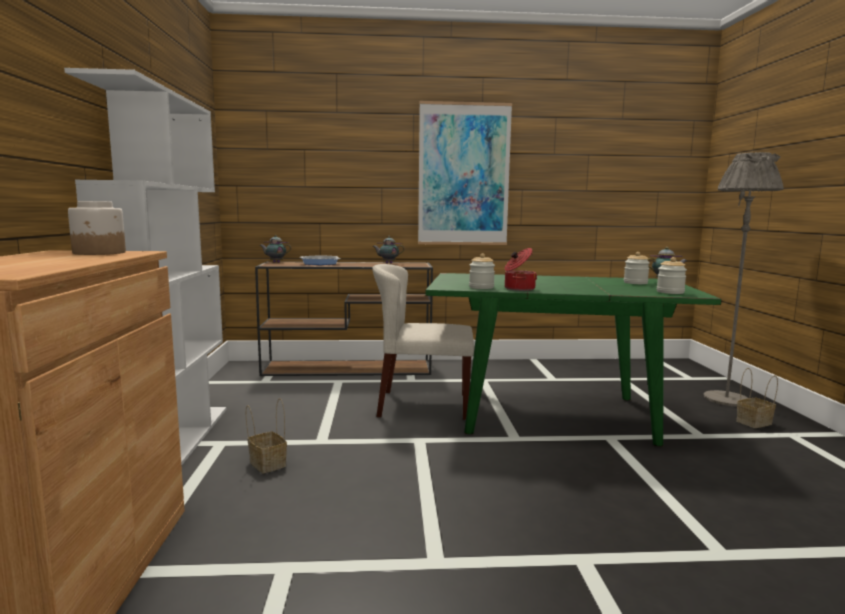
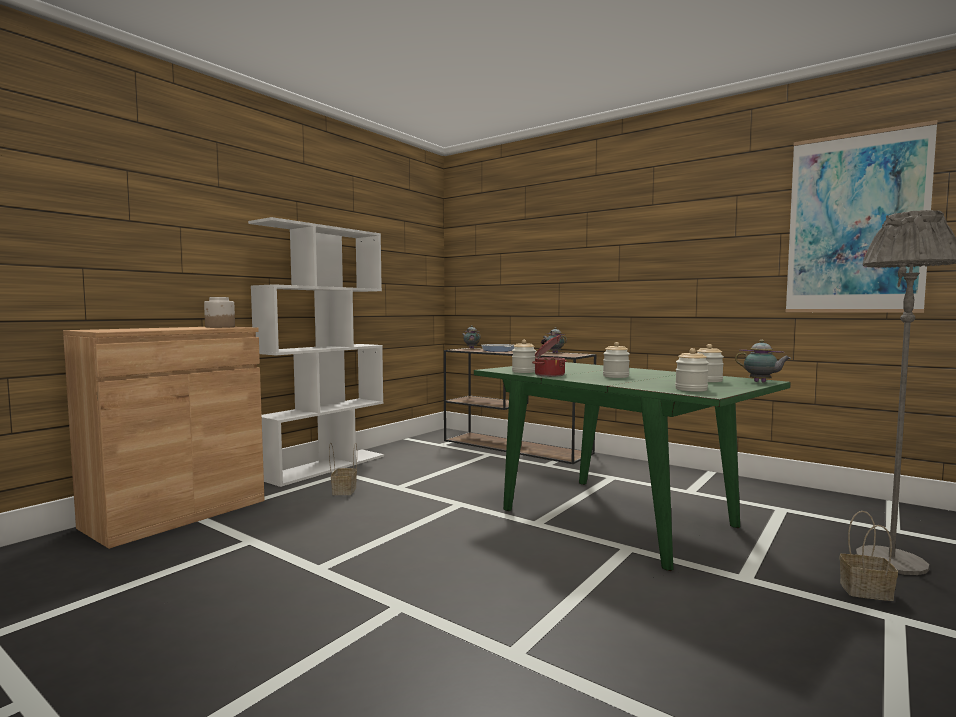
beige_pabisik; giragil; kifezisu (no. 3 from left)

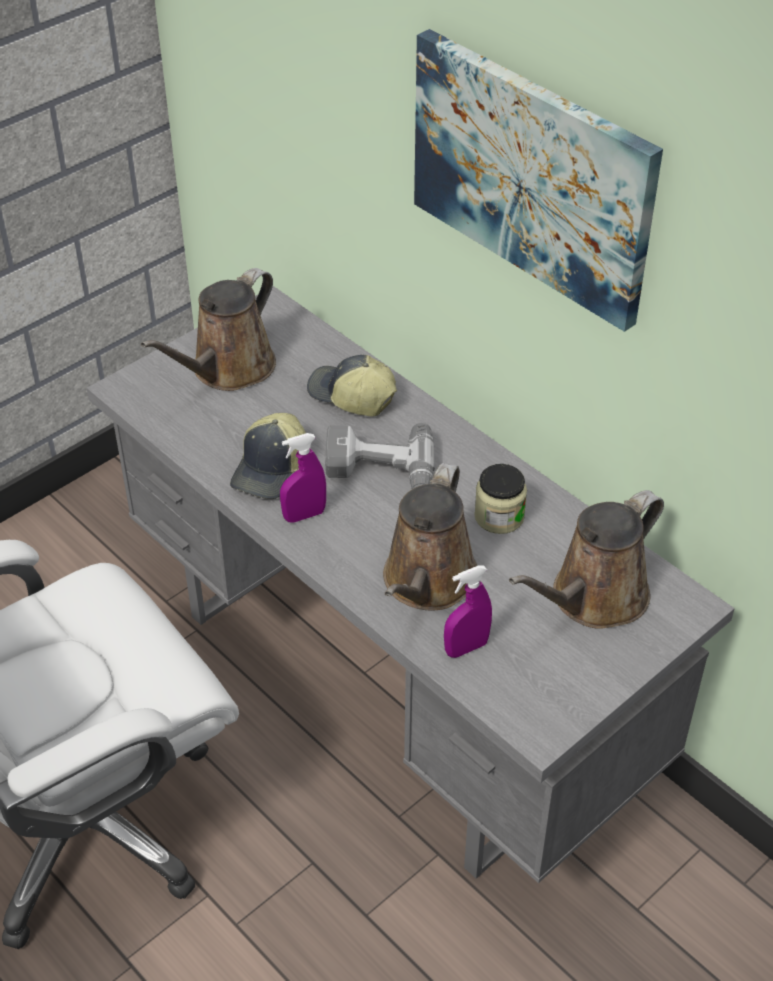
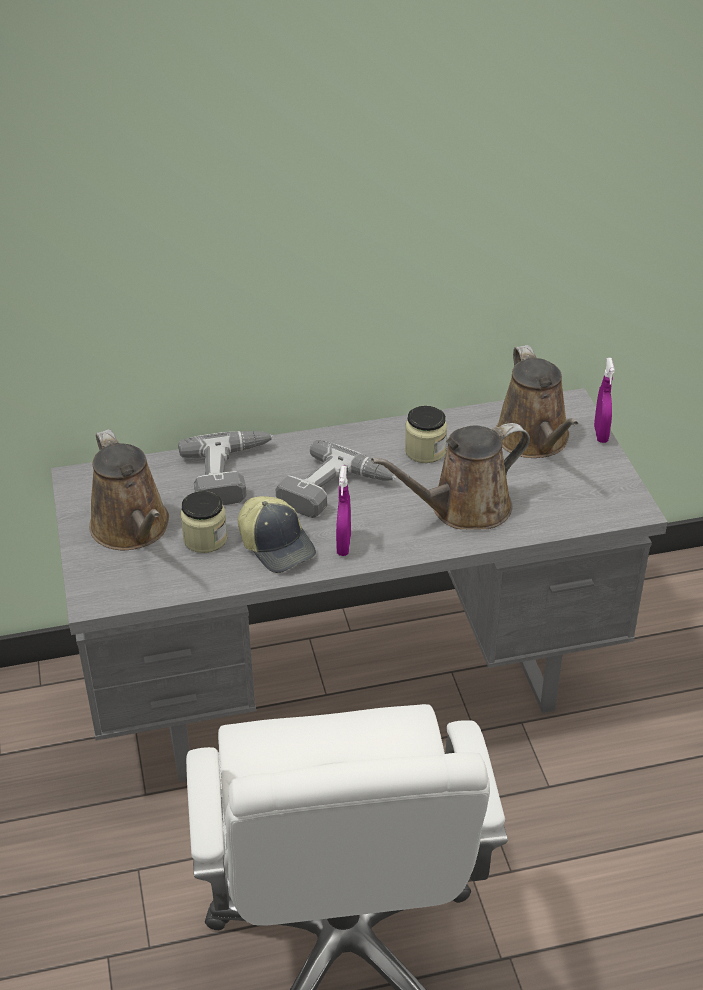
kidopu (no. 1 from left); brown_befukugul (no. 2 from left); giragil; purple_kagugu (no. 2 from left); kifezisu (no. 1 from left)

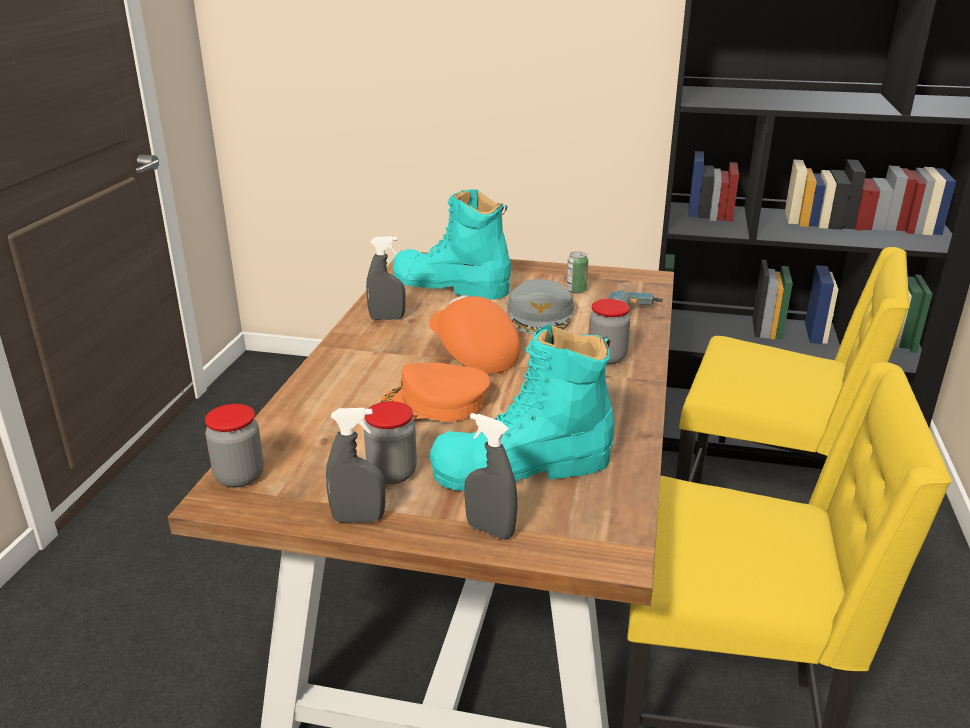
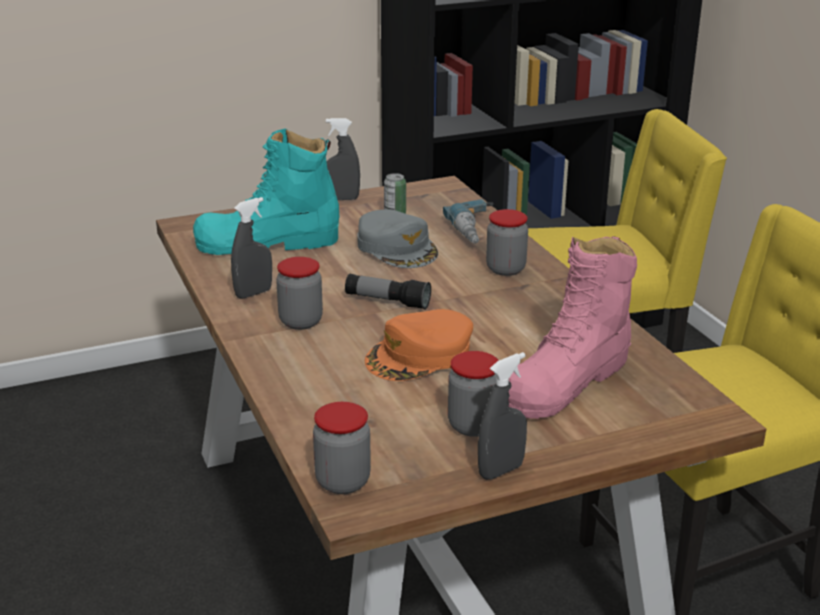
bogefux; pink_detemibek; grey_kagugu (no. 2 from left); kifezisu (no. 1 from left)

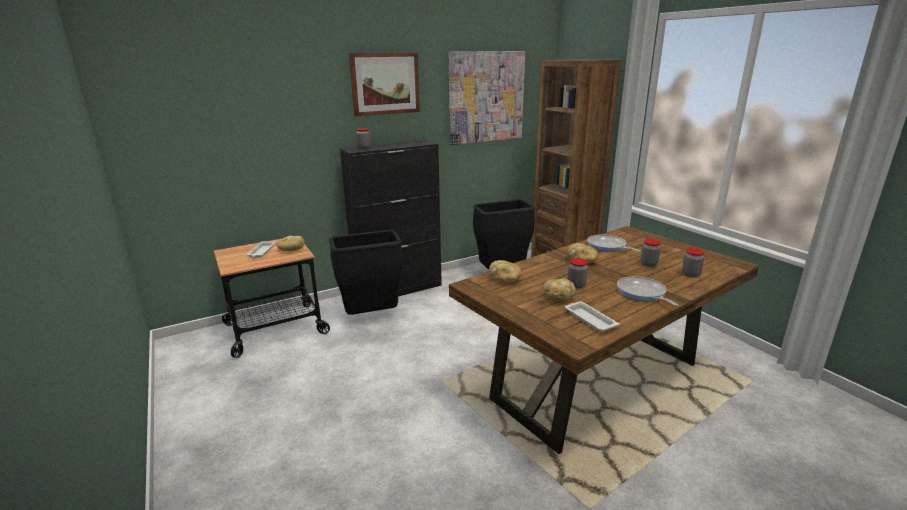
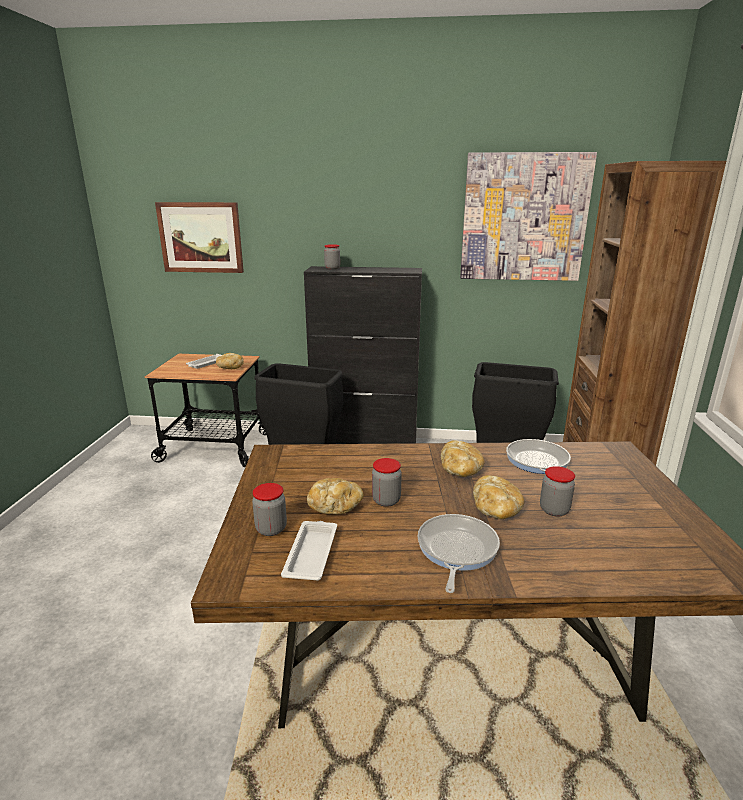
giragil (no. 1 from left); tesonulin (no. 4 from left); kifezisu (no. 1 from left)

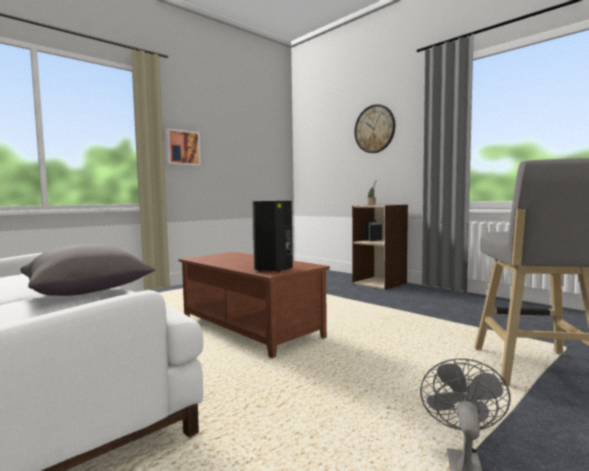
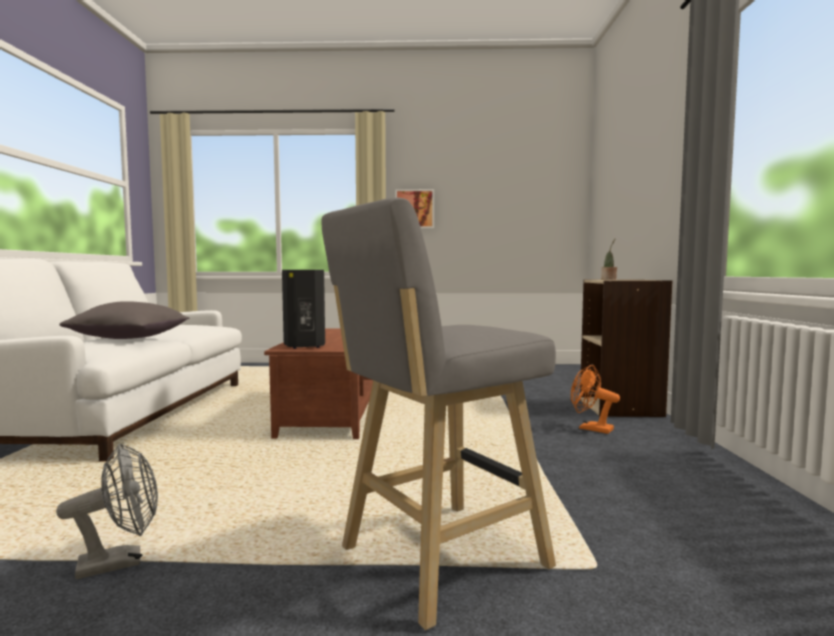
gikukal; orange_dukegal

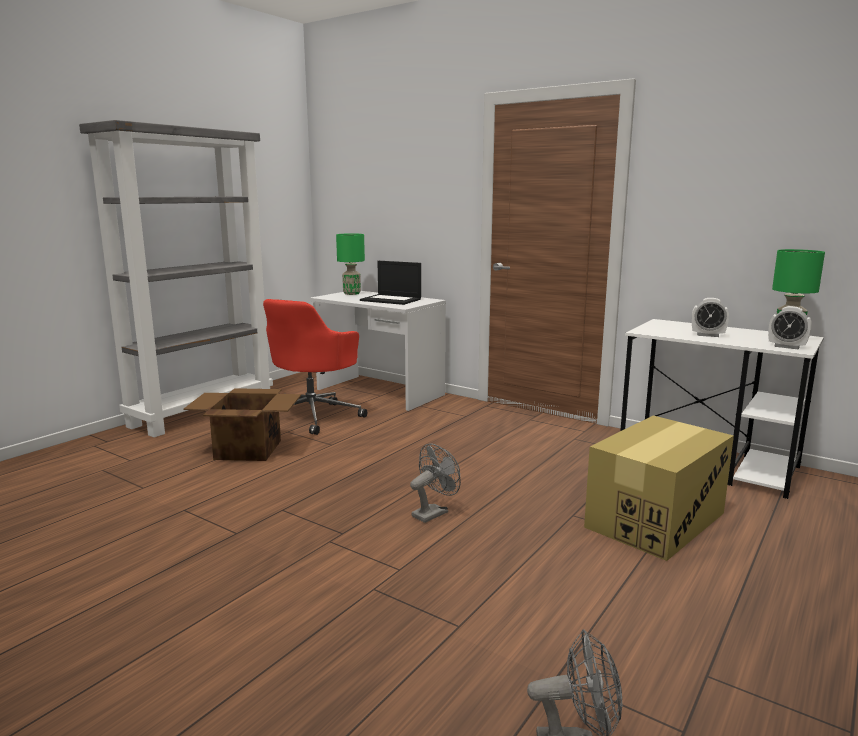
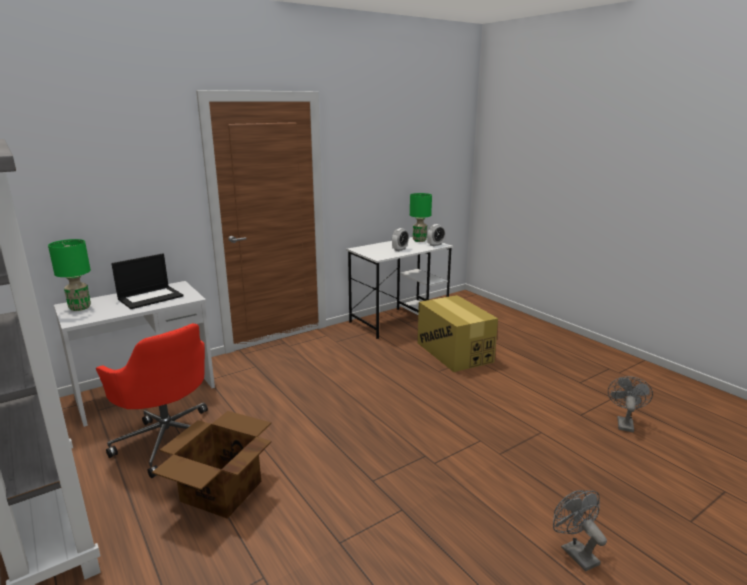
grey_dukegal (no. 1 from left)

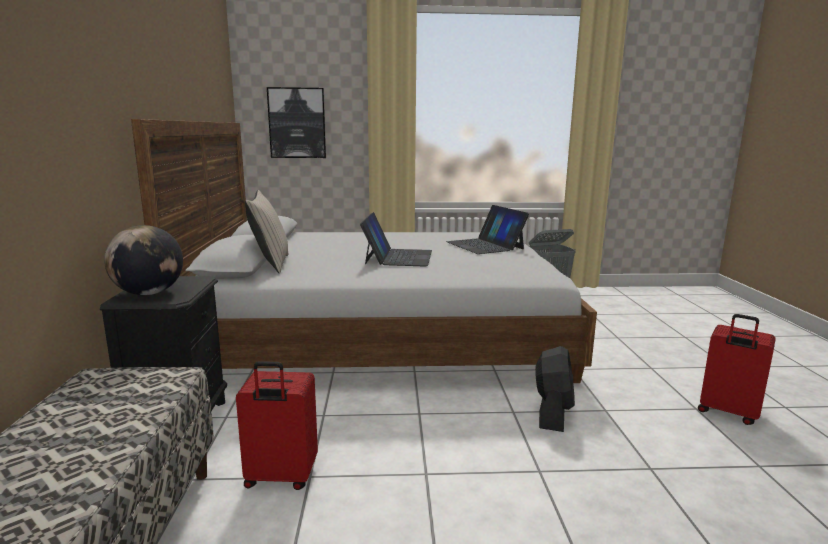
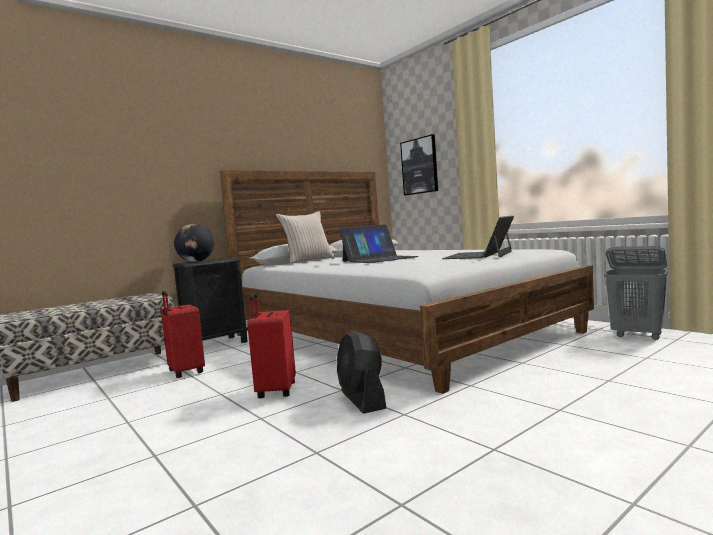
black_dukegal; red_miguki (no. 2 from left)

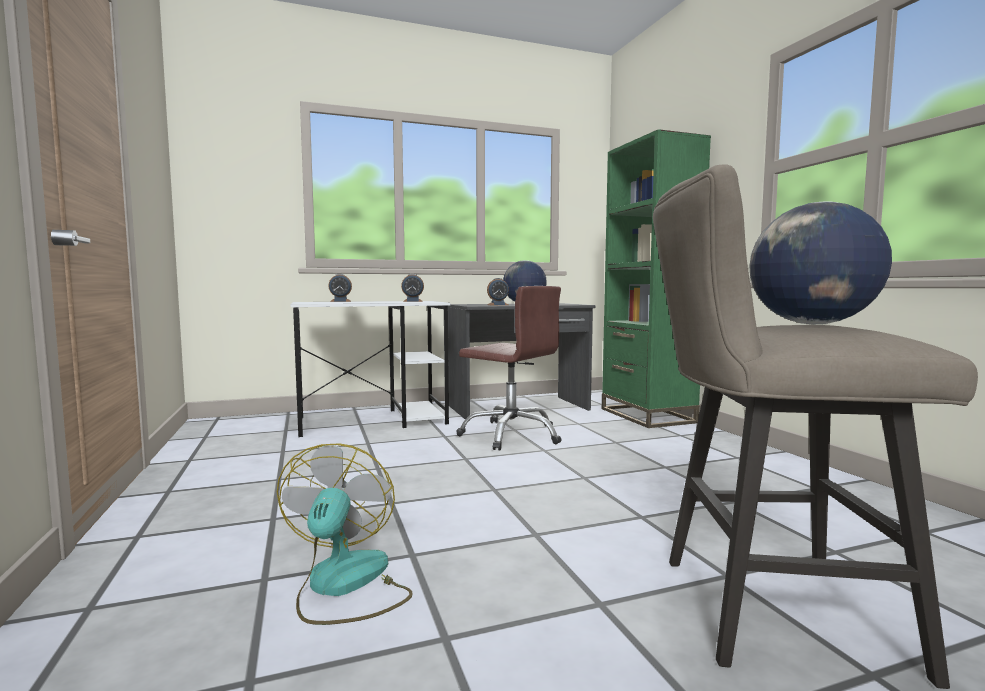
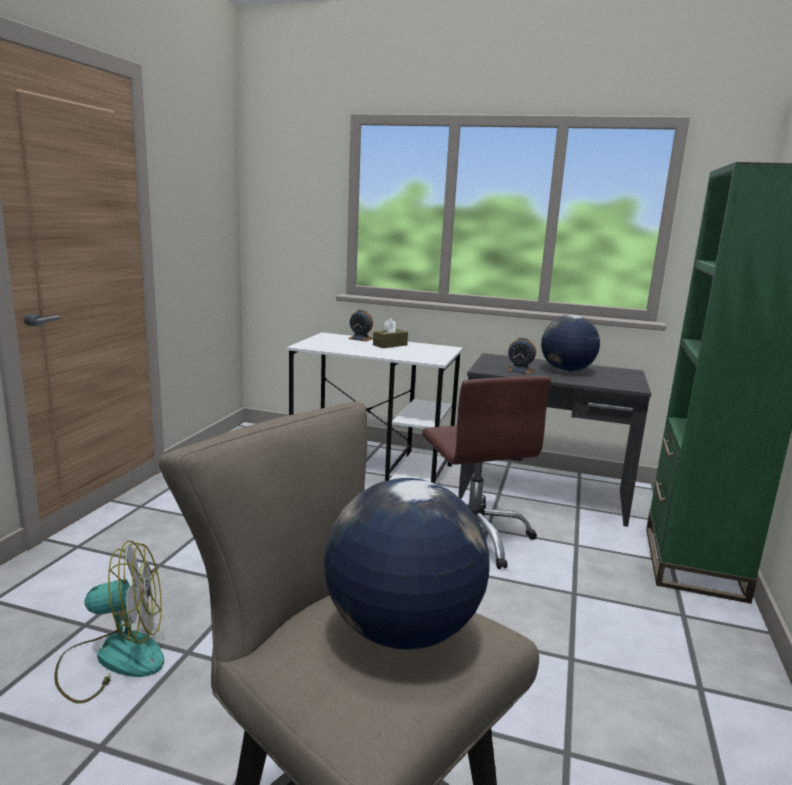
dukegal; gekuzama (no. 2 from left in the first image); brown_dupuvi

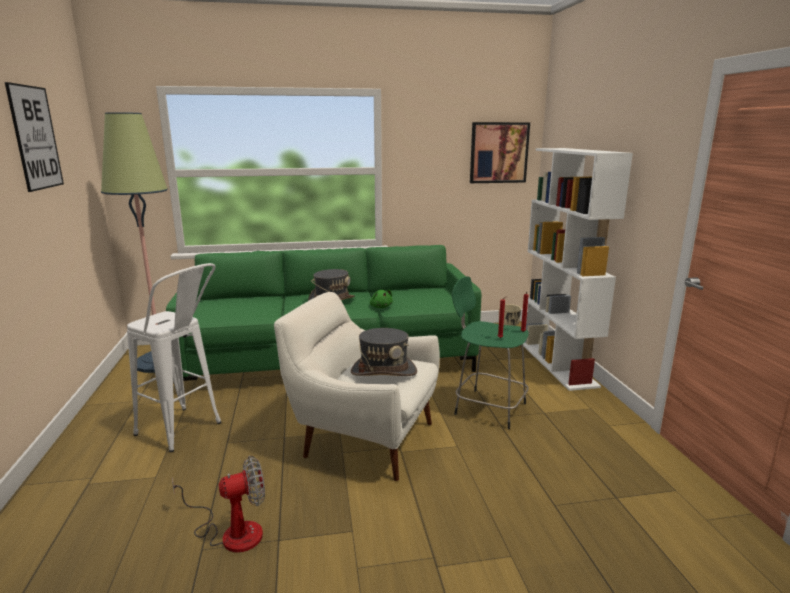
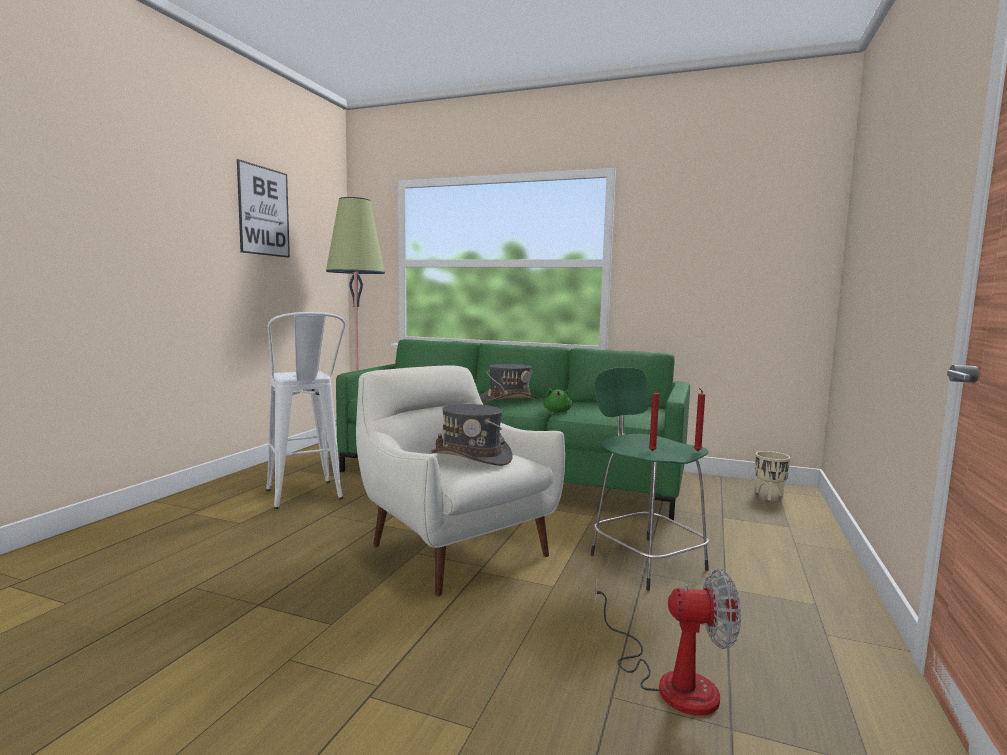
dukegal; giragil (no. 2 from left in the first image); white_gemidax

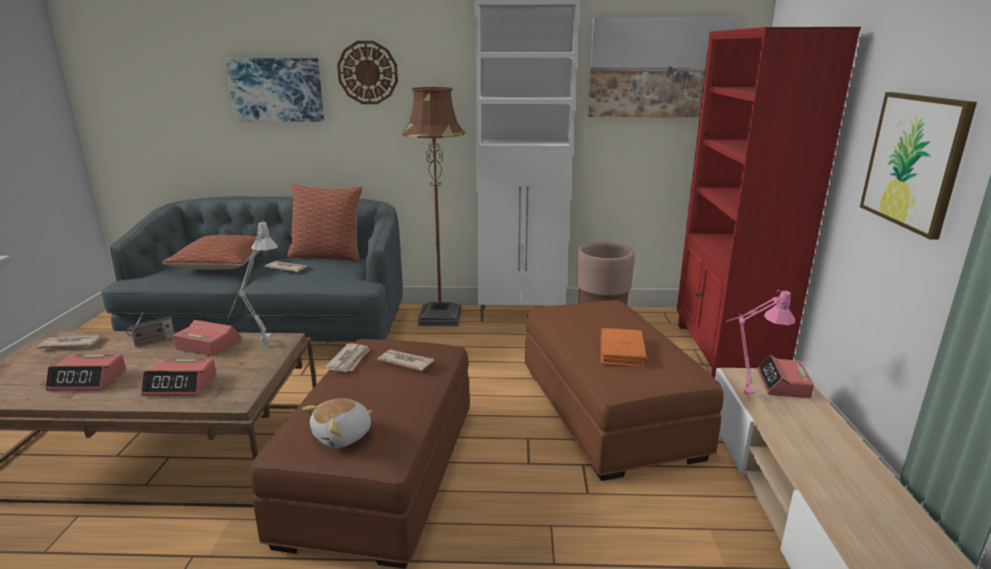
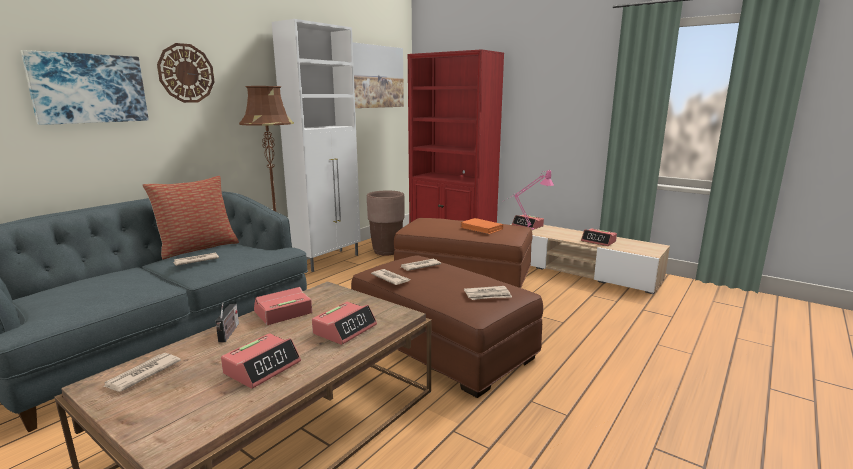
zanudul (no. 1 from left in the first image); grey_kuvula; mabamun (no. 5 from left); giragil (no. 3 from left in the first image); gekuzama (no. 5 from left)

